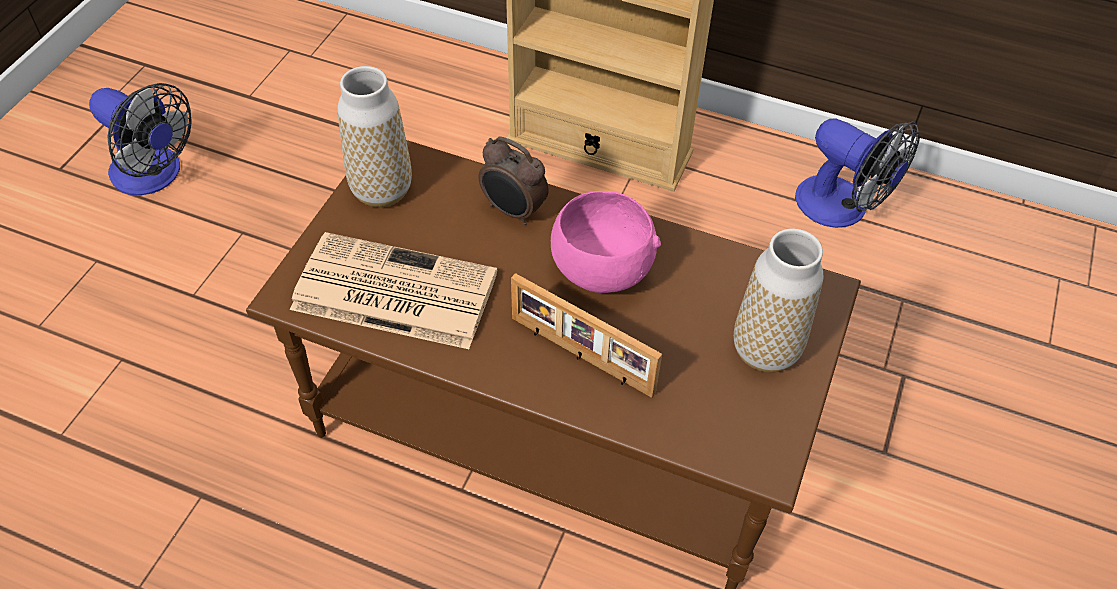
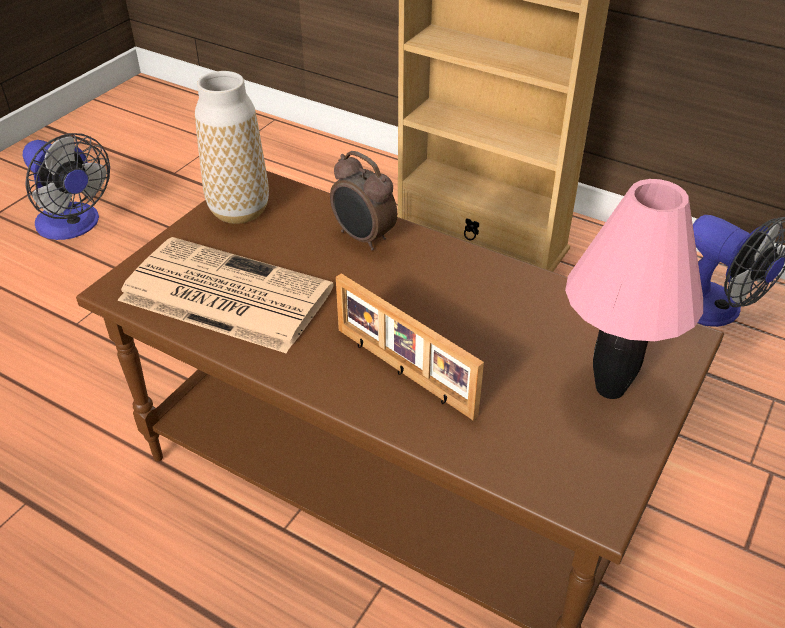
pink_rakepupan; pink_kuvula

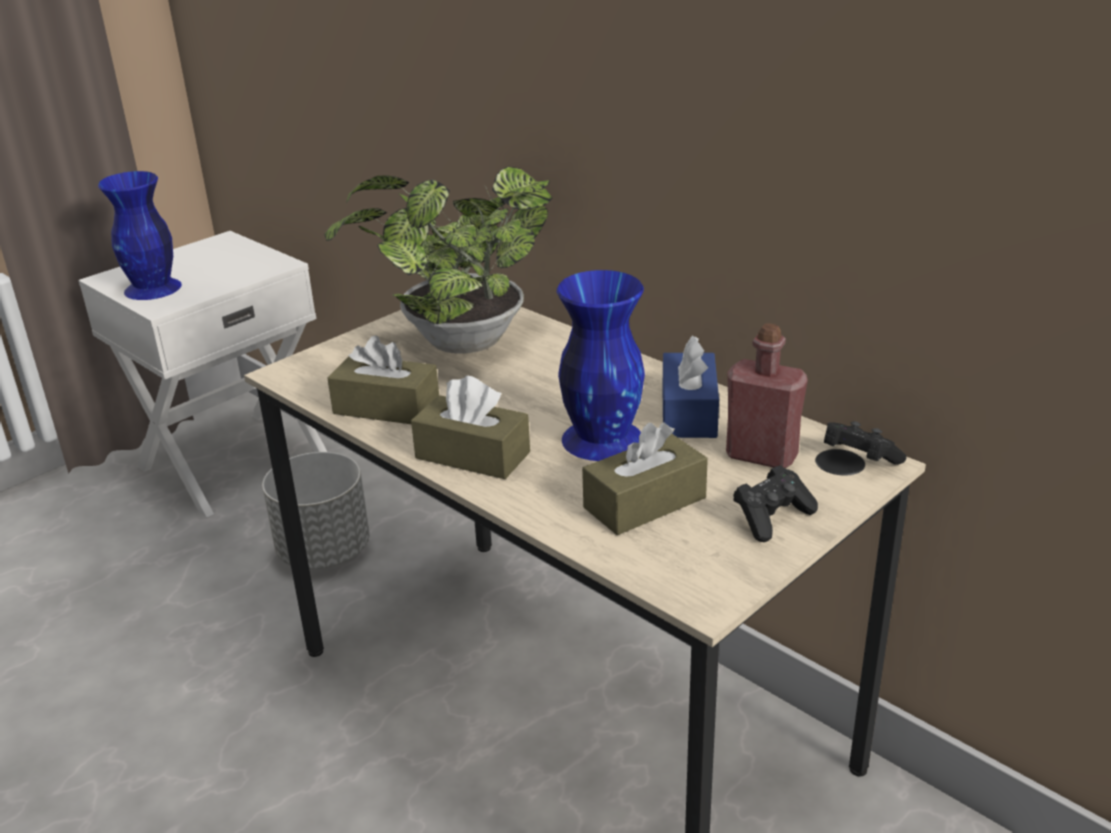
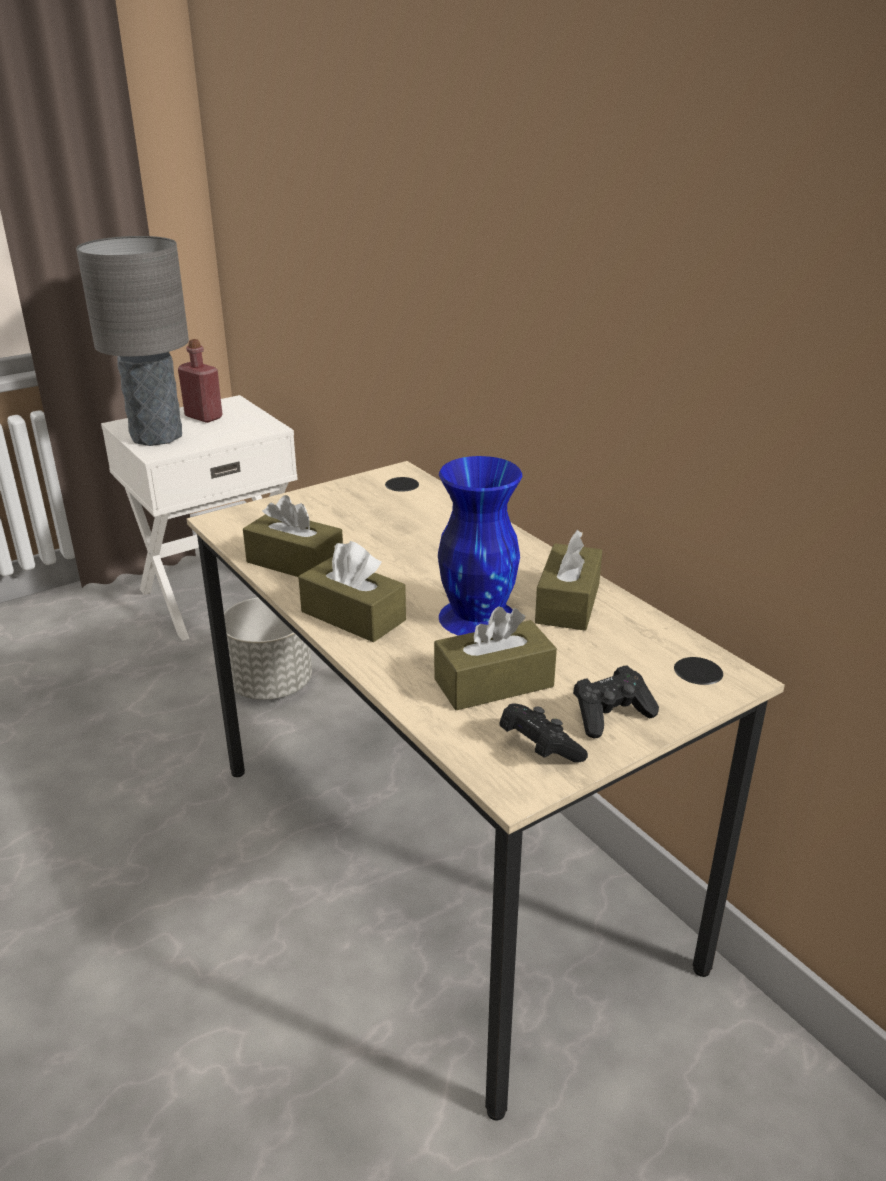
grey_kuvula; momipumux; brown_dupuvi (no. 4 from left); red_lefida; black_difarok (no. 1 from left)

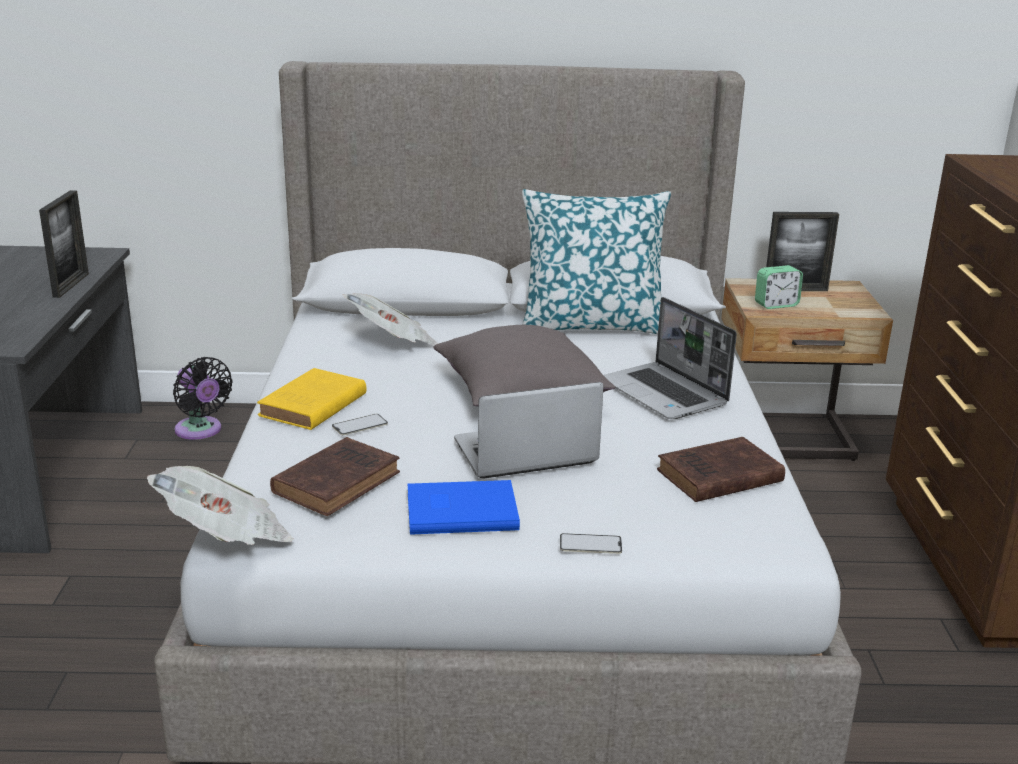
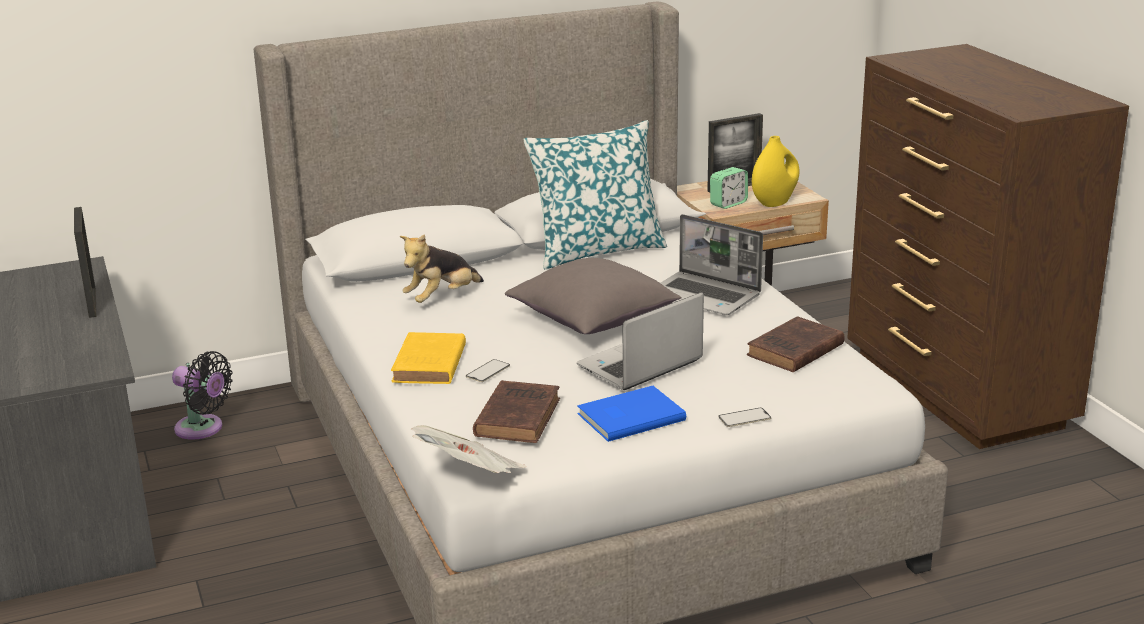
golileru; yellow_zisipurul

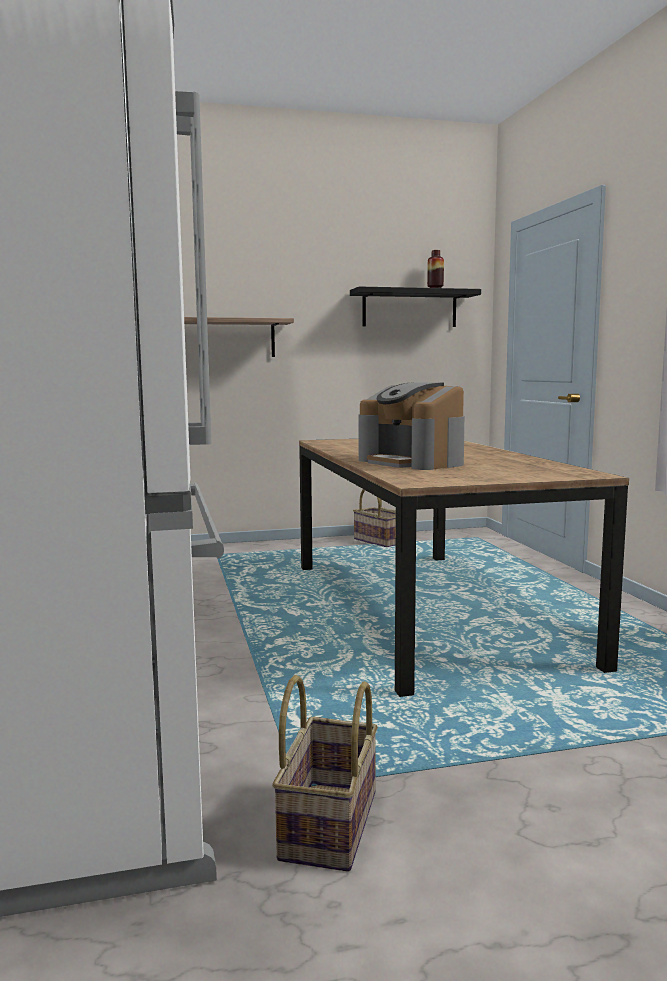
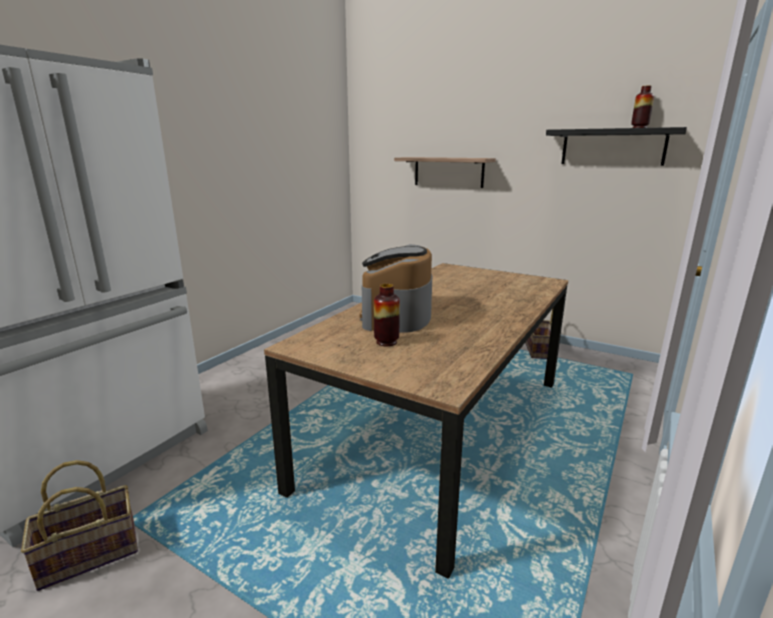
zisipurul (no. 1 from left)

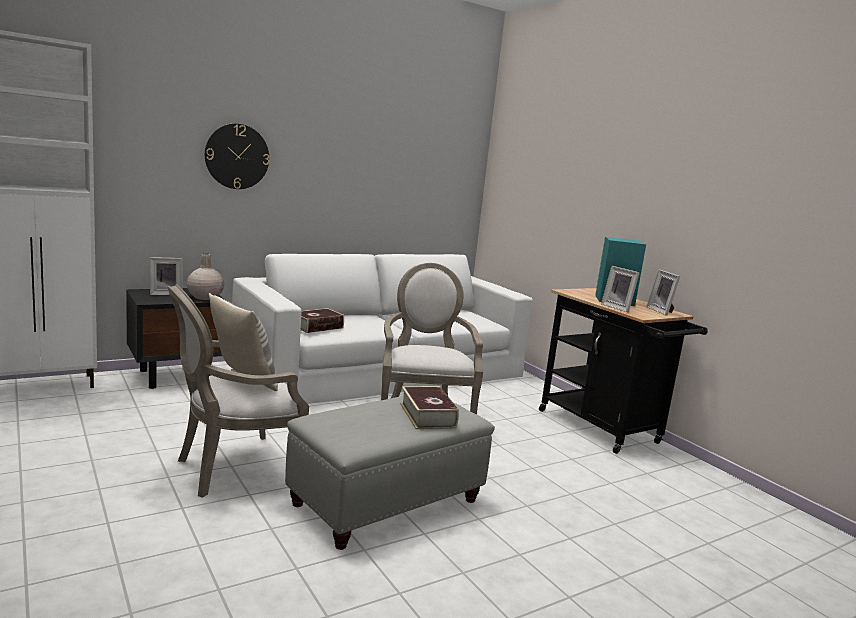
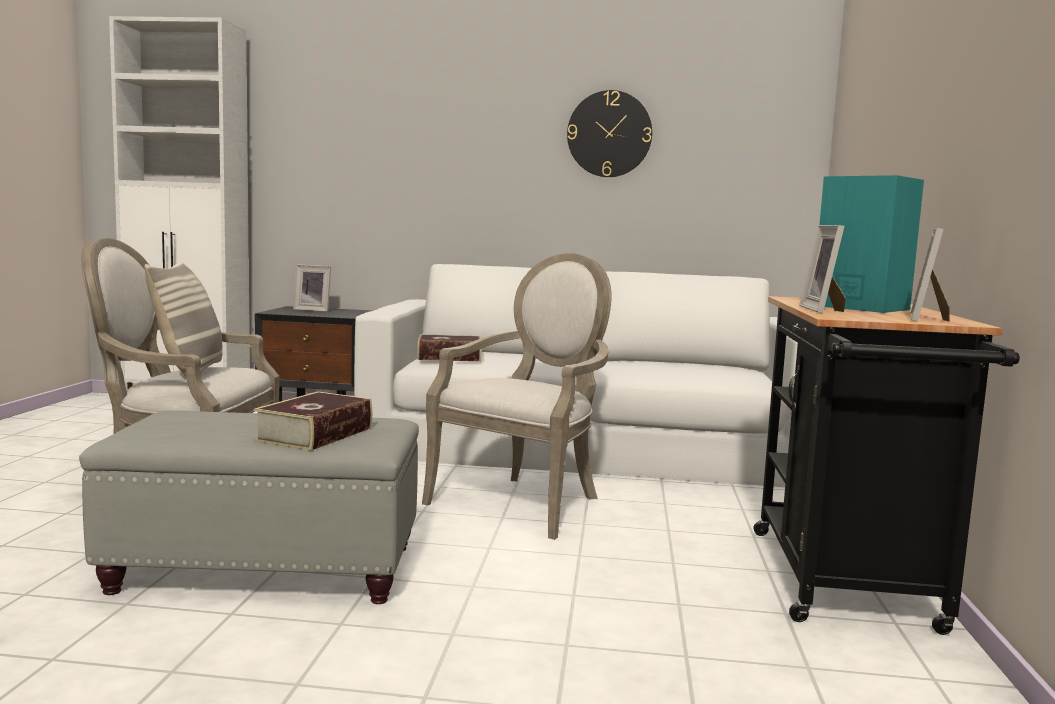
beige_zisipurul; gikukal

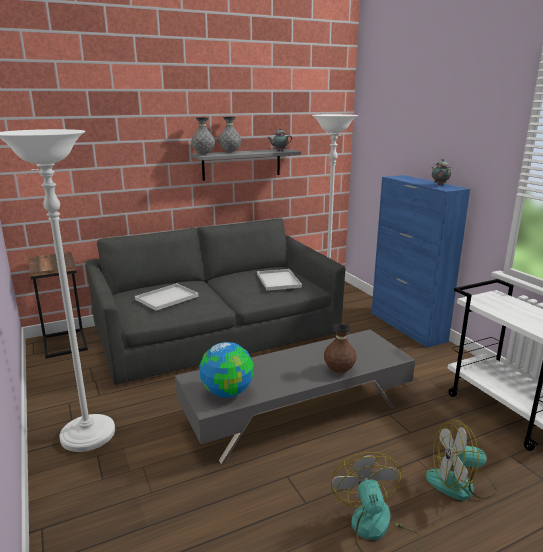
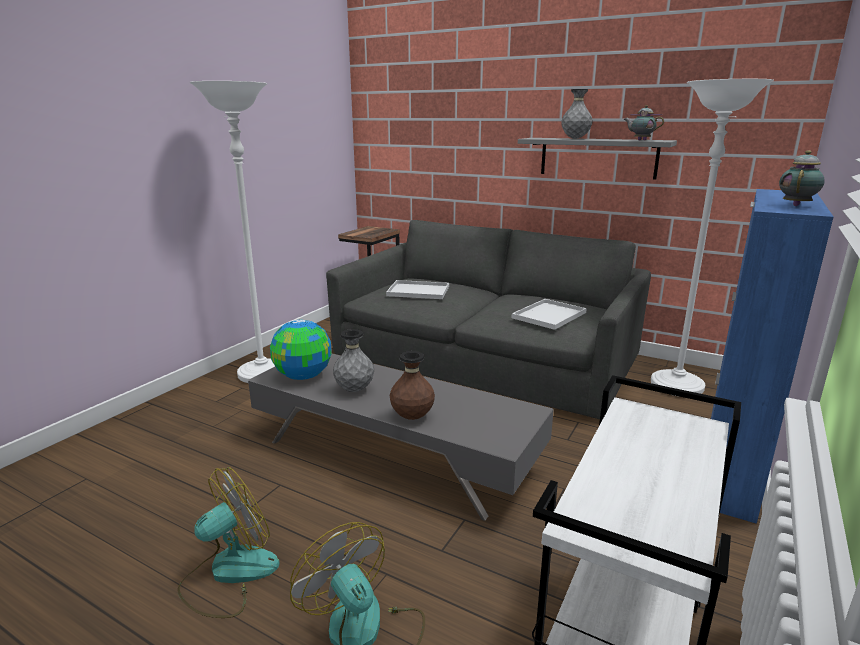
grey_zisipurul (no. 1 from left)

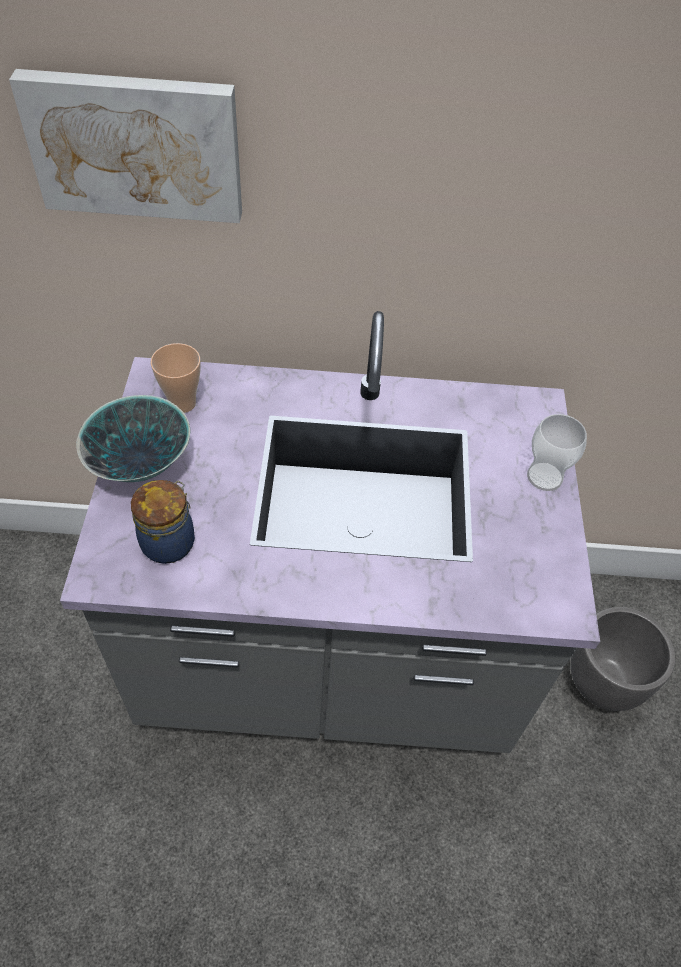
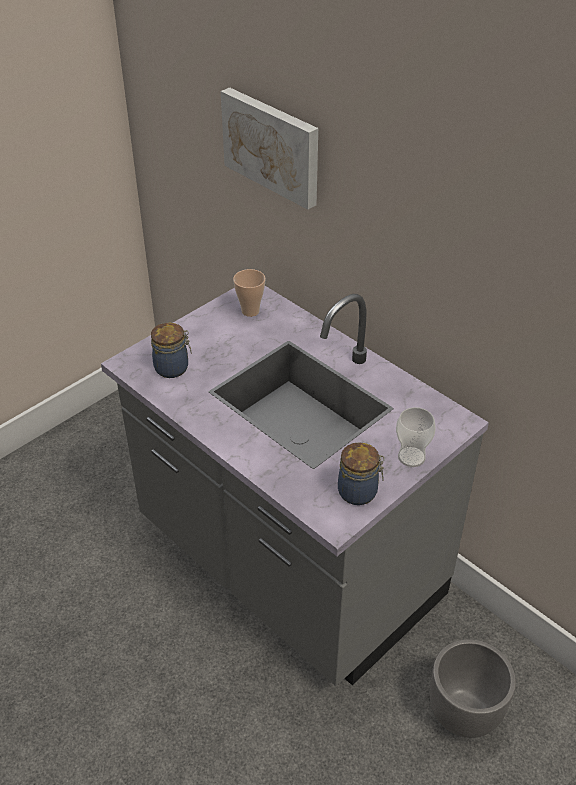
rakepupan; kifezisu (no. 2 from left)

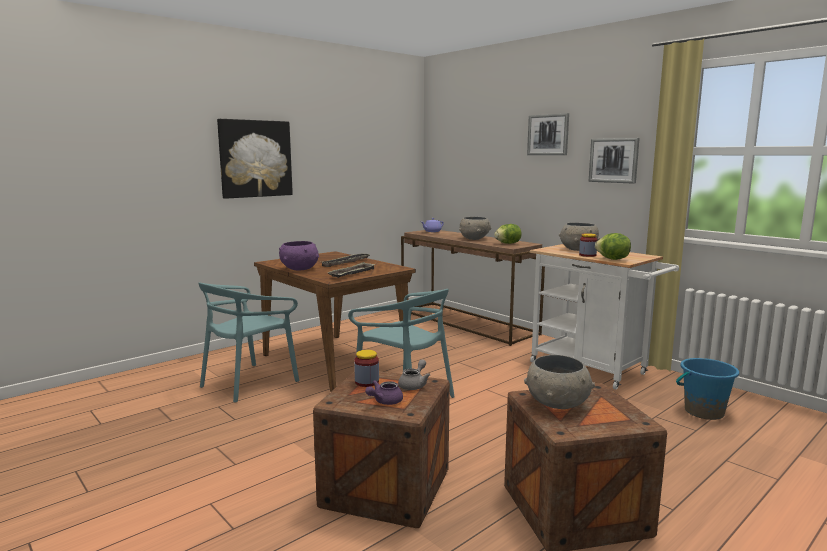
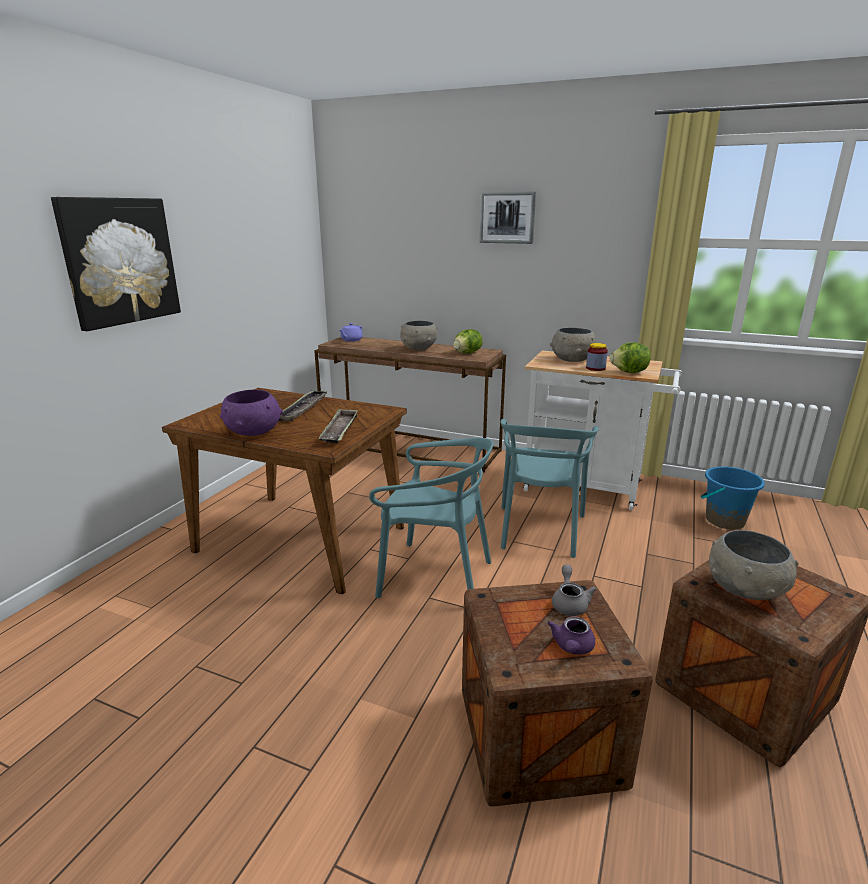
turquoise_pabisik (no. 2 from left); kifezisu (no. 1 from left in the first image); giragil (no. 3 from left in the first image)

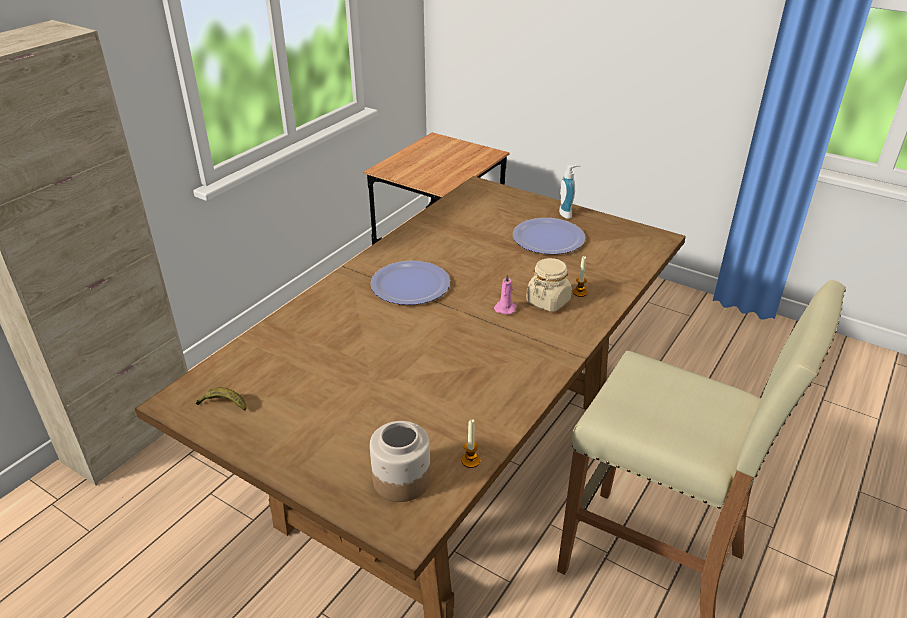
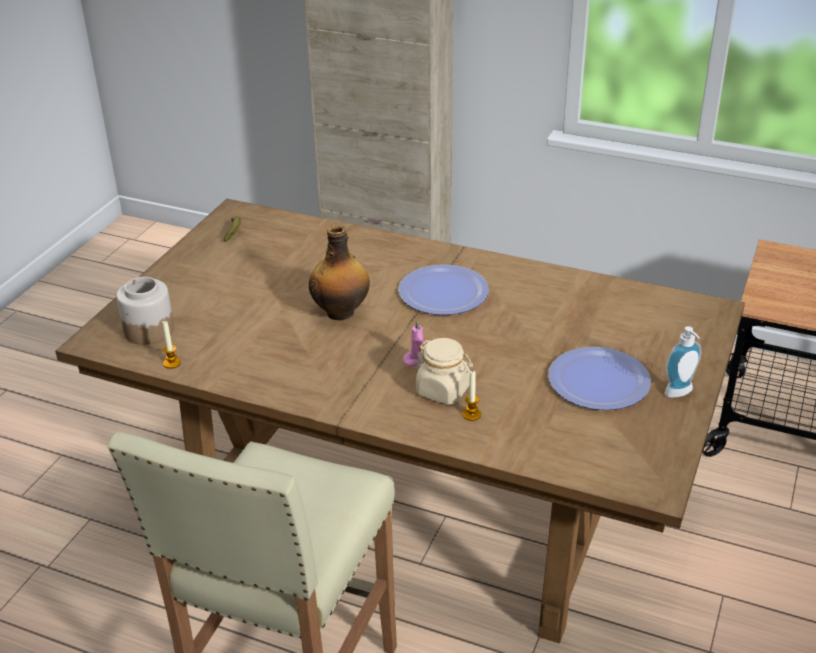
lefida

